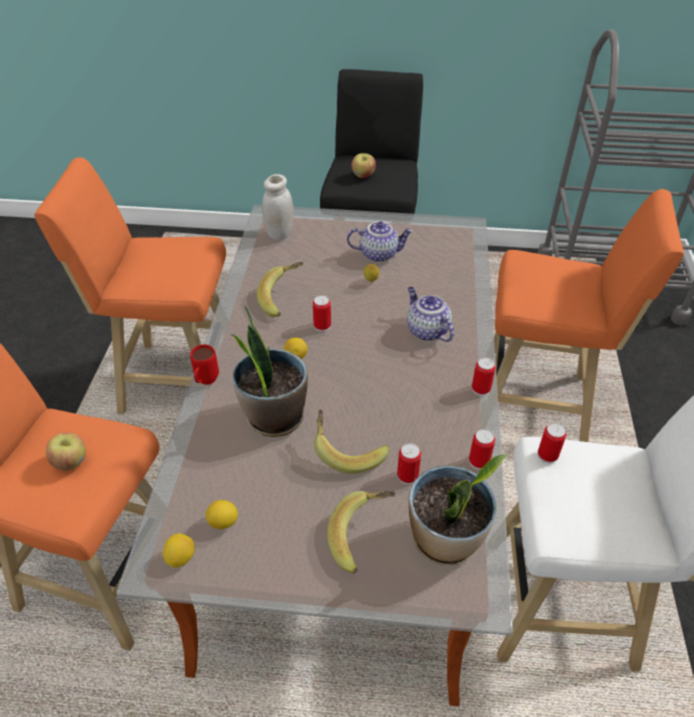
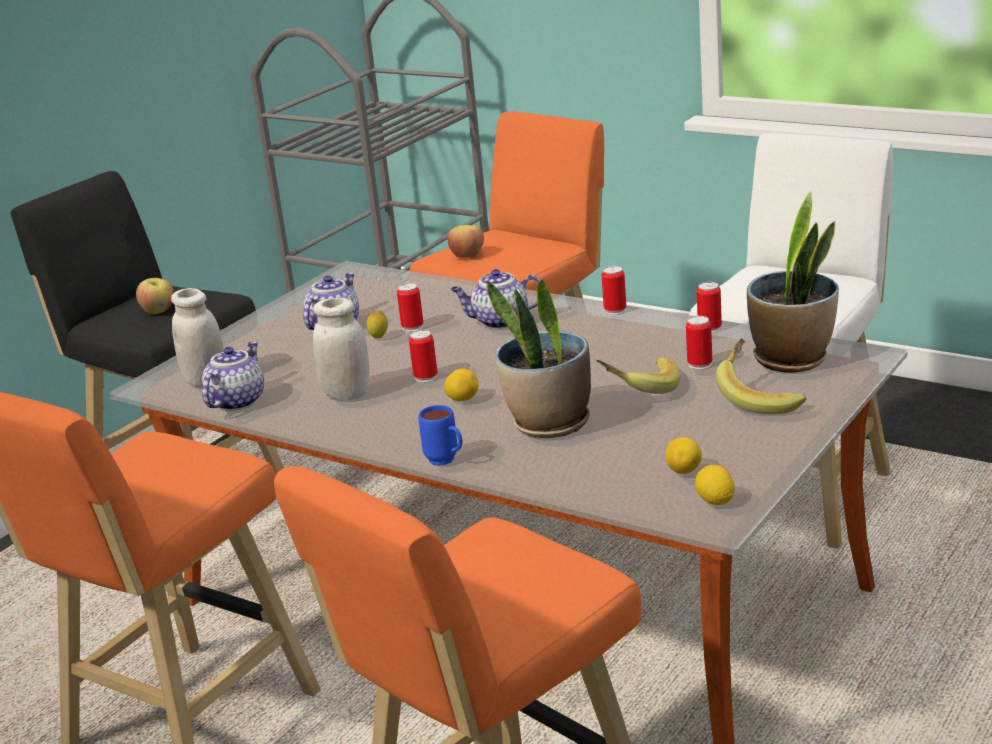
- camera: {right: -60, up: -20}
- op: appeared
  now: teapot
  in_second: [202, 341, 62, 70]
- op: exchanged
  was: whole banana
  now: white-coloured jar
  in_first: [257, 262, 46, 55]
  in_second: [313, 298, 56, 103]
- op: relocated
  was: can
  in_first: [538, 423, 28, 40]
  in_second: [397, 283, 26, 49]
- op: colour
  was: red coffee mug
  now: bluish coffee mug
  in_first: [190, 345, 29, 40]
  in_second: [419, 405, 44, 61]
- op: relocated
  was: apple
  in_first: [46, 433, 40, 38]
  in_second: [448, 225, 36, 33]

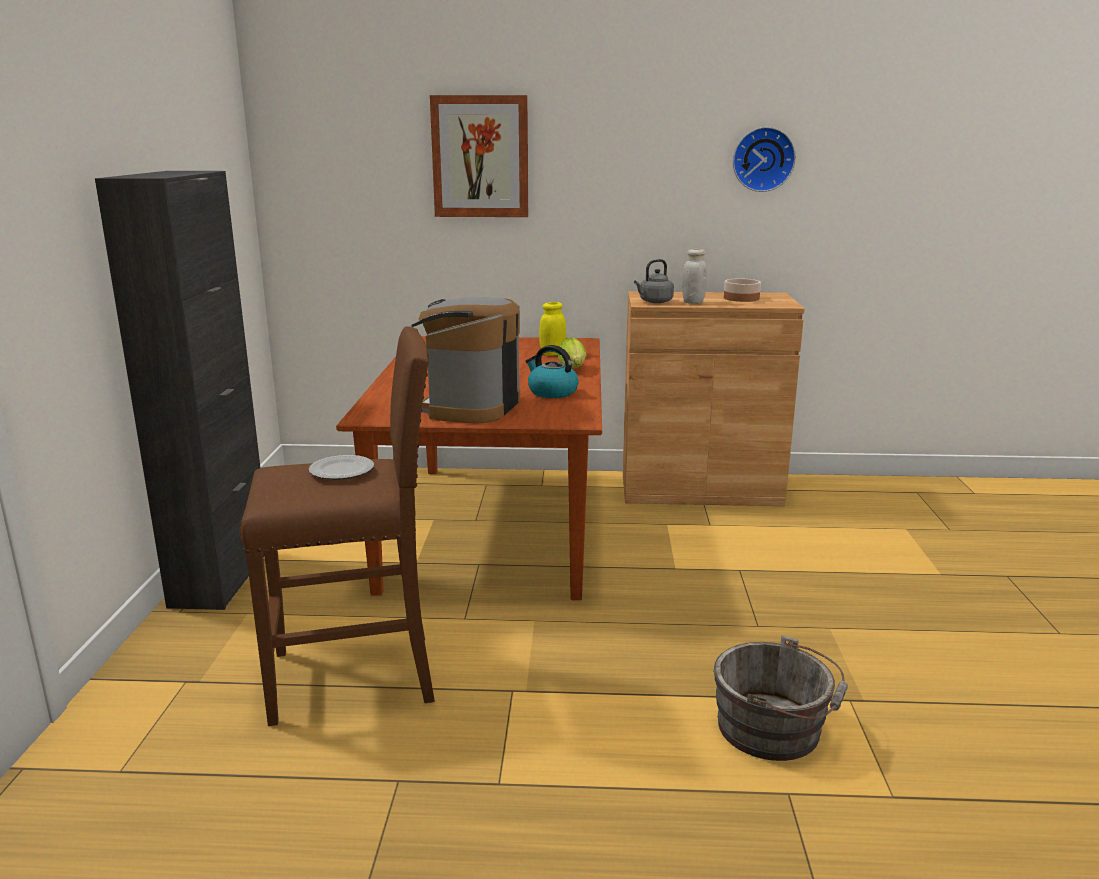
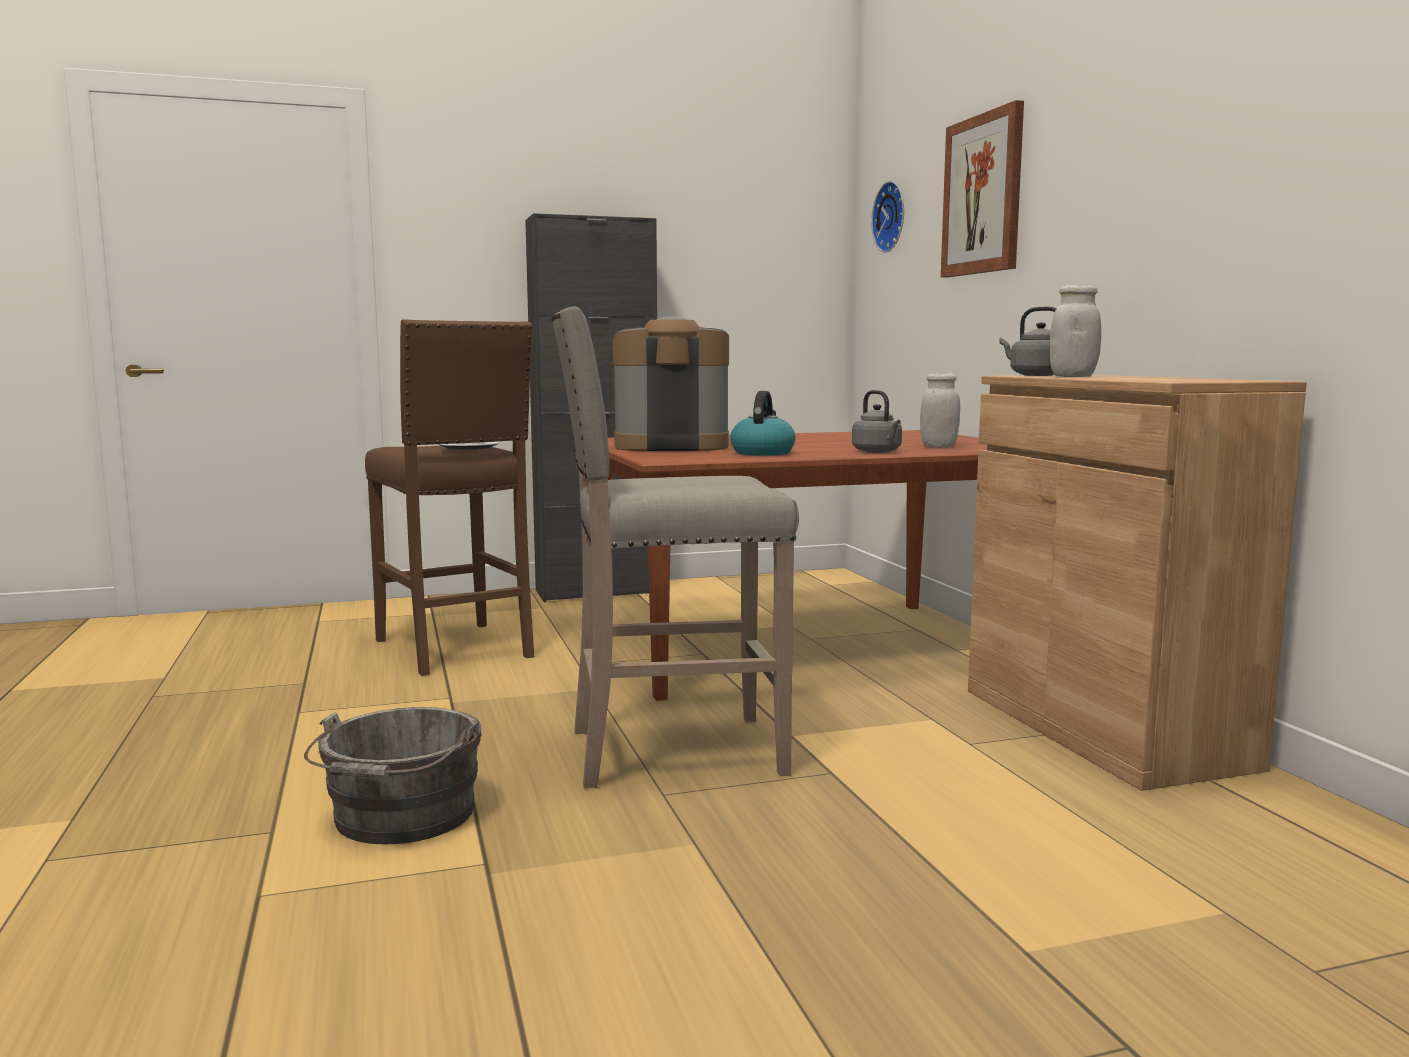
- camera: {right: 70, up: -10}
- op: appeared
  now: beige-coloured stool
  in_second: [551, 307, 248, 482]
- op: exchanged
  was: lettuce
  now: greyish water kettle
  in_first: [558, 337, 28, 32]
  in_second: [852, 390, 50, 63]
- op: relocated
  was: wall clock
  in_first: [733, 127, 63, 65]
  in_second: [871, 181, 33, 71]
- op: colour
  was: yellowish jar
  now: white-coloured jar
  in_first: [539, 302, 27, 54]
  in_second: [920, 374, 40, 74]
- op: missing
  was: serving bowl
  in_first: [724, 279, 37, 23]

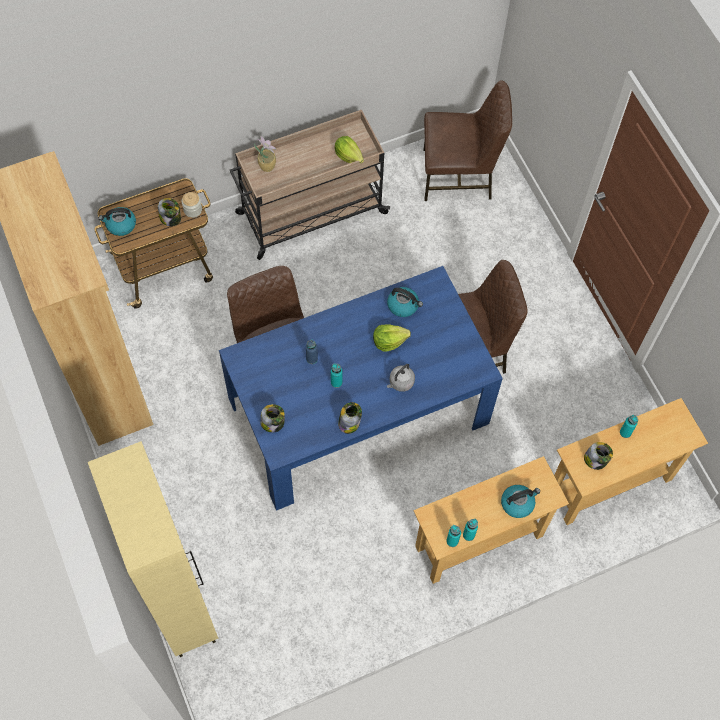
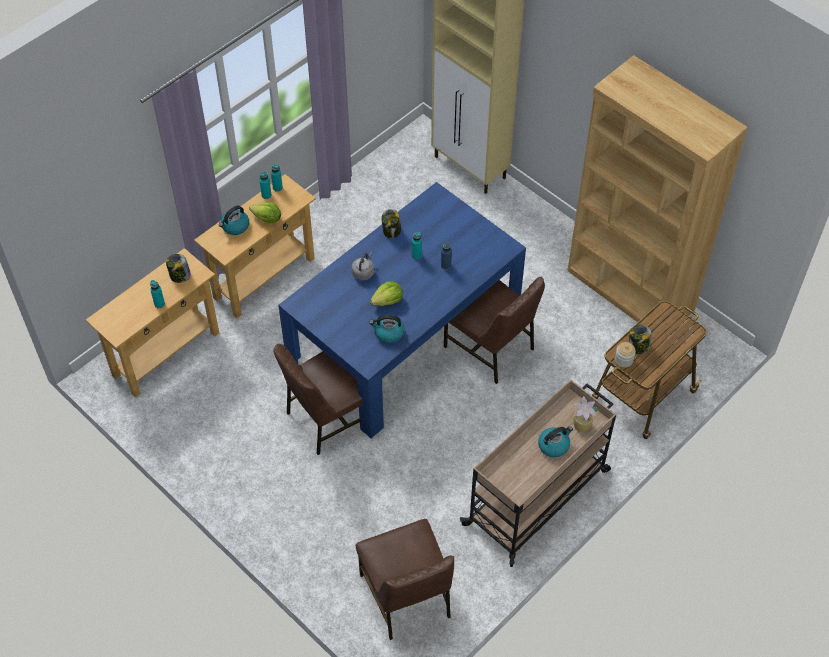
- camera: {right: 160, up: -10}
- op: relocated
  was: lettuce
  in_first: [335, 136, 29, 27]
  in_second: [249, 202, 32, 21]
- op: spun
  was: brownish plain chair
  in_first: [424, 80, 88, 121]
  in_second: [356, 519, 98, 121]
  clockwise: -90
- op: relocated
  was: water kettle
  in_first: [99, 207, 37, 29]
  in_second: [538, 426, 35, 31]
- op: missing
  was: jar
  in_first: [260, 404, 25, 29]

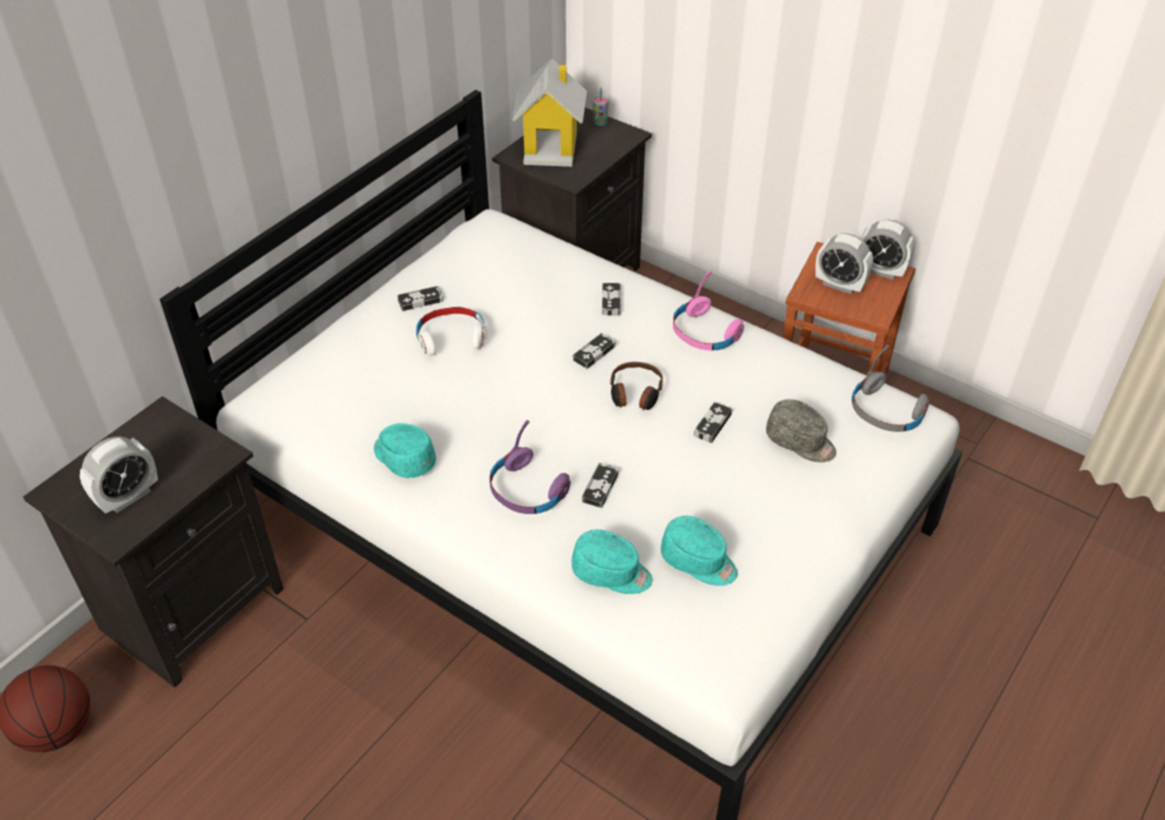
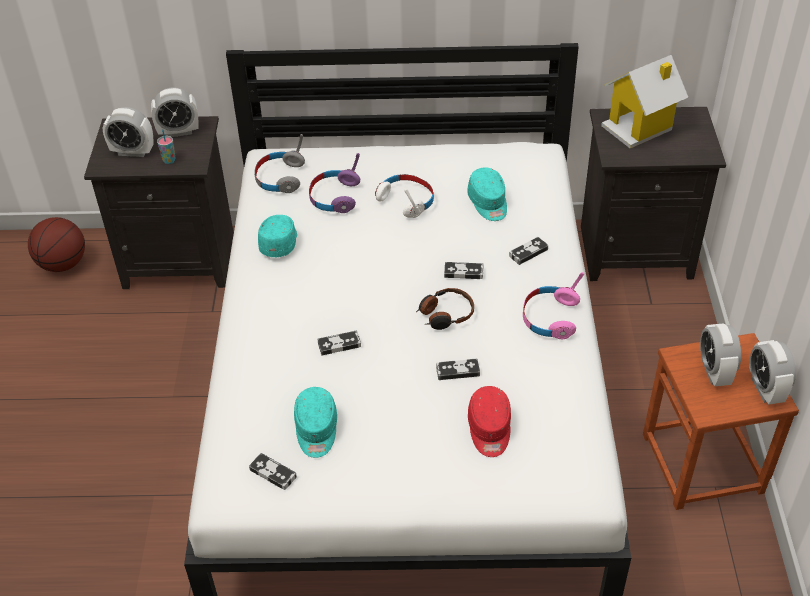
- camera: {right: 55, up: 0}
- op: appeared
  now: table clock
  in_second: [151, 88, 48, 49]
- op: relocated
  was: cup
  in_first: [593, 88, 16, 38]
  in_second: [157, 130, 19, 34]
- op: relocated
  was: joypad
  in_first: [397, 286, 46, 25]
  in_second: [249, 453, 48, 37]
- op: relocated
  was: greyish headphones
  in_first: [852, 345, 78, 87]
  in_second: [254, 134, 51, 59]
- op: relocated
  was: purplish headphones
  in_first: [490, 420, 81, 94]
  in_second: [309, 153, 51, 60]
- op: relocated
  was: turquoise cap
  in_first: [572, 530, 80, 64]
  in_second: [467, 167, 40, 54]
- op: colour
  was: greyish cap
  now: red cap
  in_first: [766, 399, 70, 63]
  in_second: [468, 386, 43, 71]

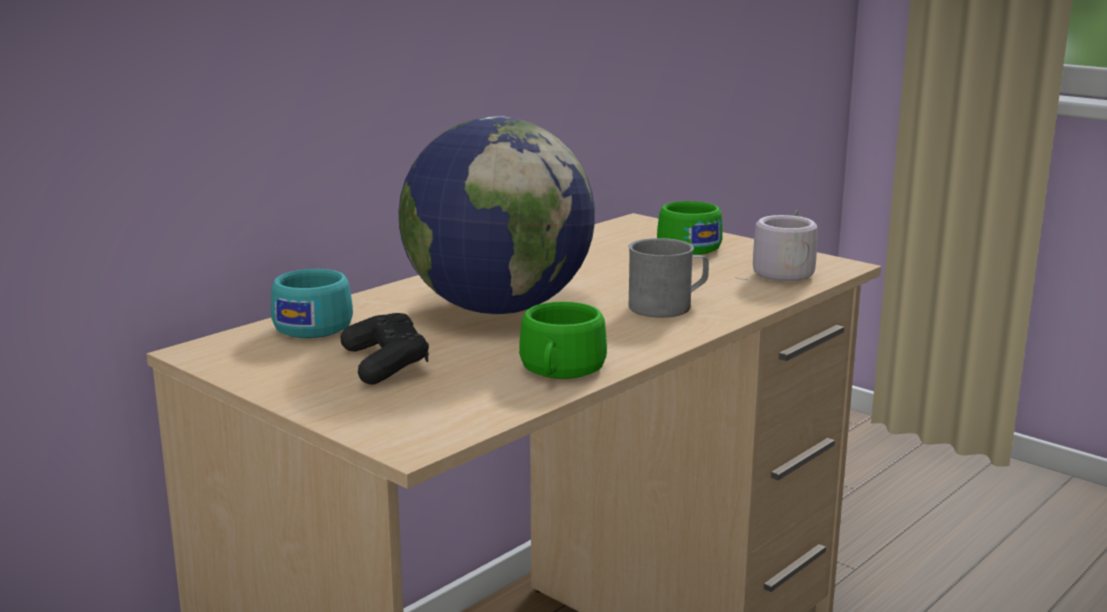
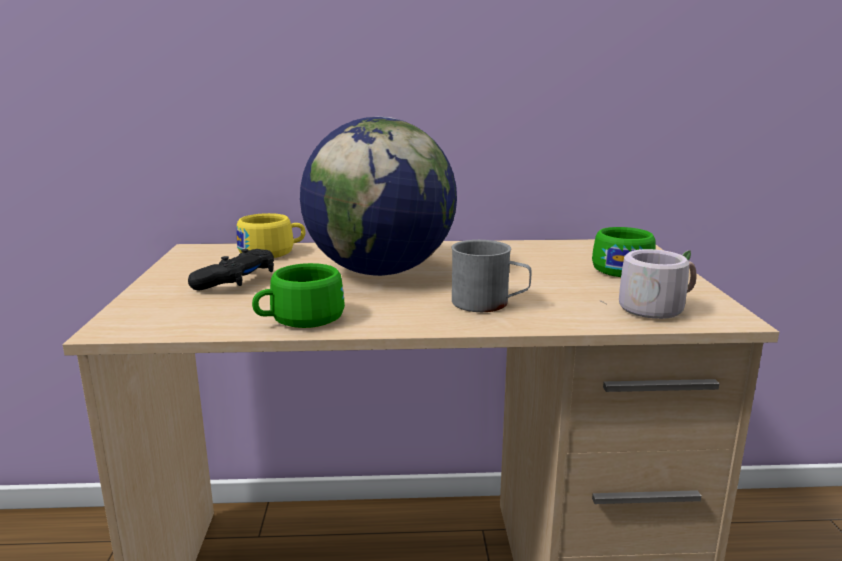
- camera: {right: 45, up: 0}
- op: colour
  was: turquoise cup
  now: yellowish cup
  in_first: [271, 269, 82, 69]
  in_second: [237, 213, 69, 45]

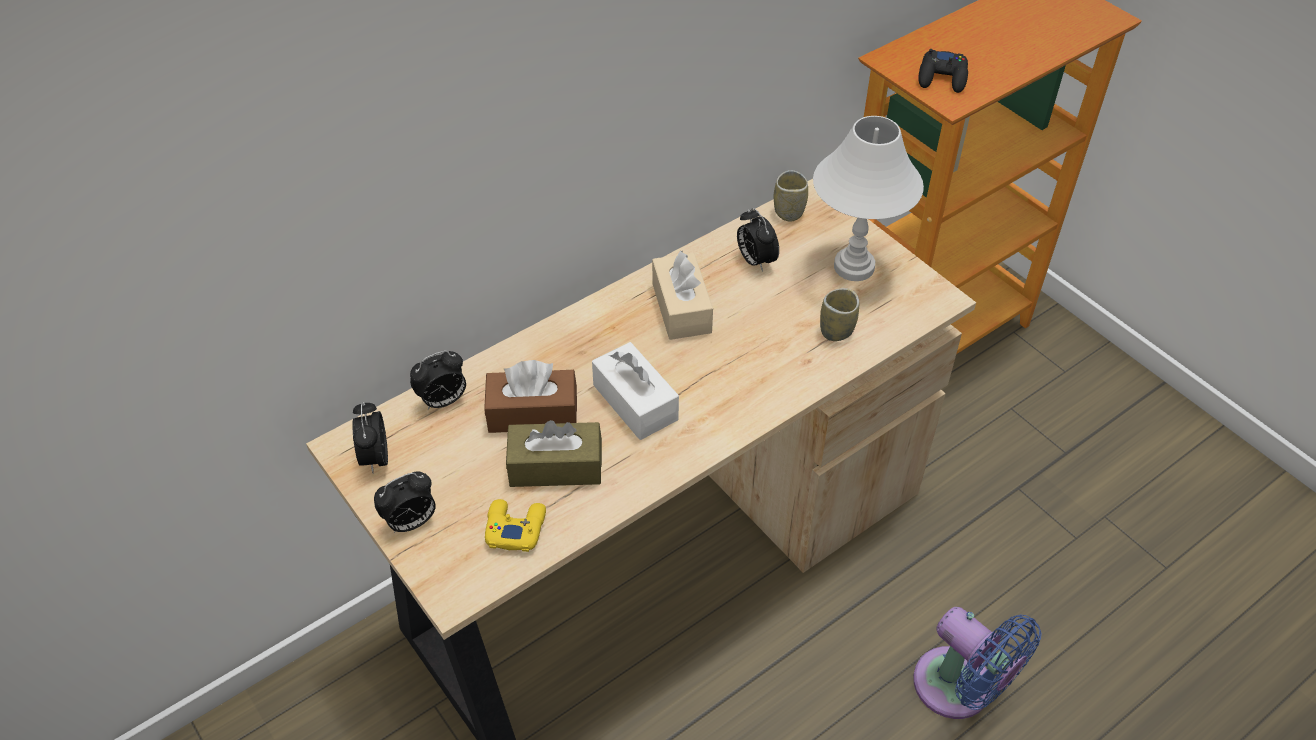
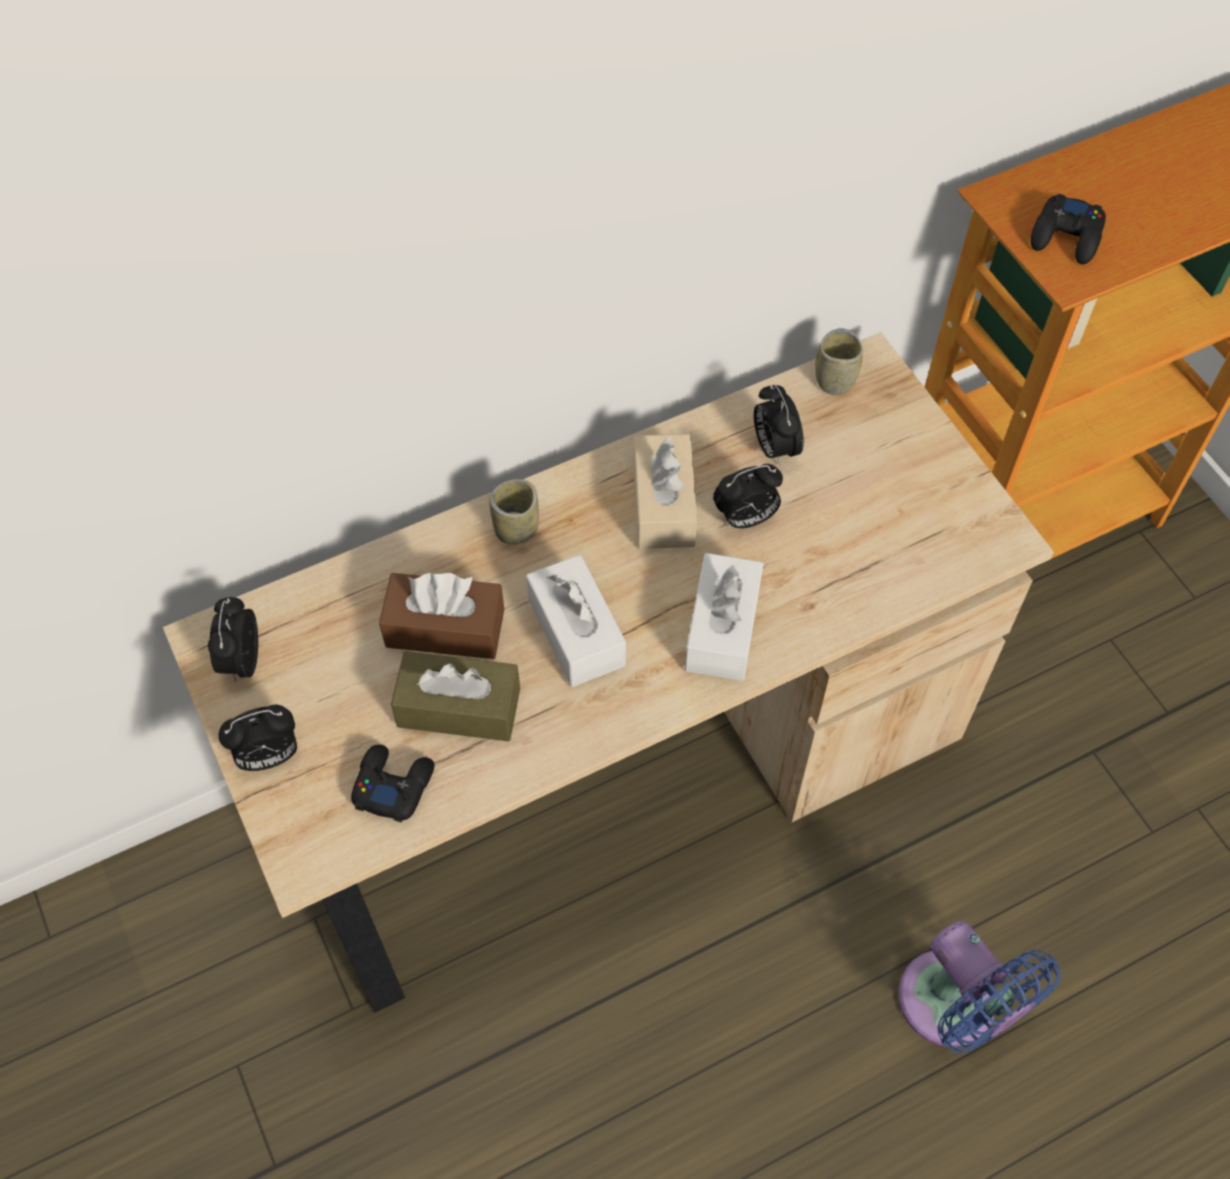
- camera: {right: 10, up: 10}
- op: colour
  was: yellowish joypad
  now: black-coloured joypad
  in_first: [485, 499, 61, 53]
  in_second: [351, 745, 83, 77]
- op: relocated
  was: cup
  in_first: [820, 288, 39, 53]
  in_second: [489, 479, 50, 65]
- op: appeared
  now: white-coloured tissue holder
  in_second: [685, 553, 78, 128]
- op: relocated
  was: table clock
  in_first: [410, 351, 56, 58]
  in_second: [713, 464, 70, 65]
- op: missing
  was: white-coloured table lamp
  in_first: [813, 116, 111, 165]

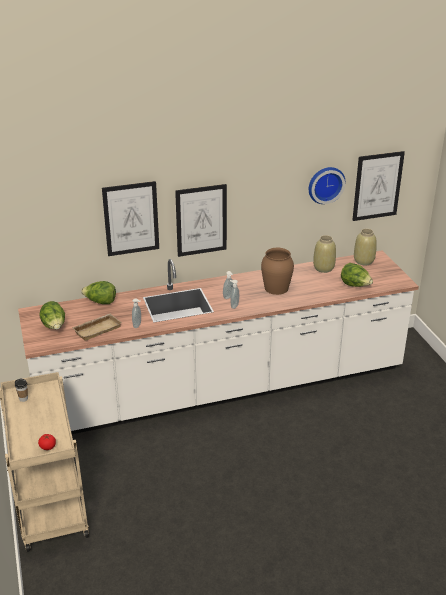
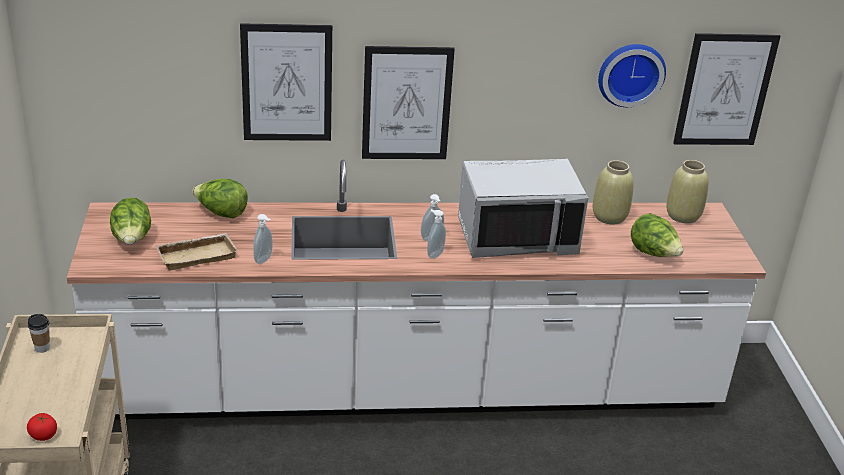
- camera: {right: 10, up: 0}
- op: exchanged
  was: brownish flower vase
  now: greyish microwave oven
  in_first: [261, 248, 33, 47]
  in_second: [458, 159, 130, 99]

